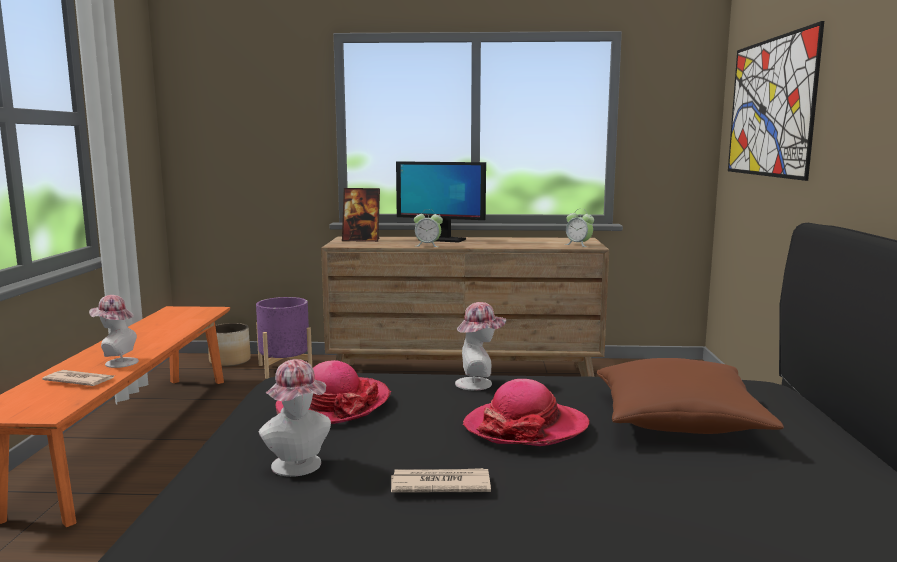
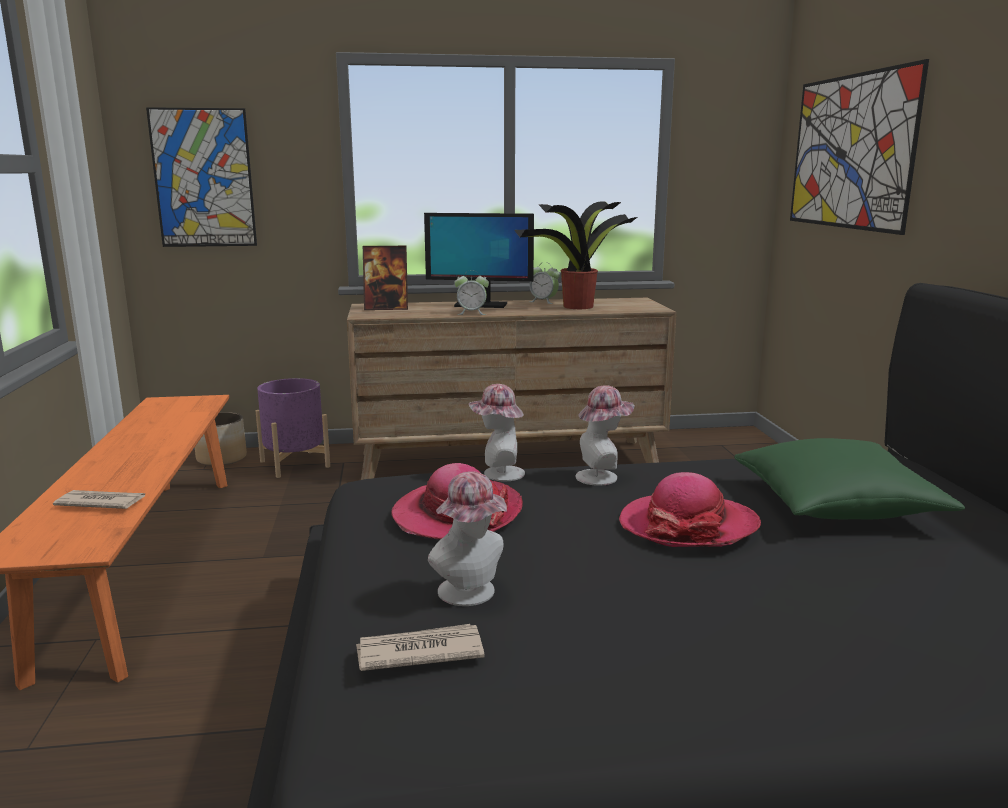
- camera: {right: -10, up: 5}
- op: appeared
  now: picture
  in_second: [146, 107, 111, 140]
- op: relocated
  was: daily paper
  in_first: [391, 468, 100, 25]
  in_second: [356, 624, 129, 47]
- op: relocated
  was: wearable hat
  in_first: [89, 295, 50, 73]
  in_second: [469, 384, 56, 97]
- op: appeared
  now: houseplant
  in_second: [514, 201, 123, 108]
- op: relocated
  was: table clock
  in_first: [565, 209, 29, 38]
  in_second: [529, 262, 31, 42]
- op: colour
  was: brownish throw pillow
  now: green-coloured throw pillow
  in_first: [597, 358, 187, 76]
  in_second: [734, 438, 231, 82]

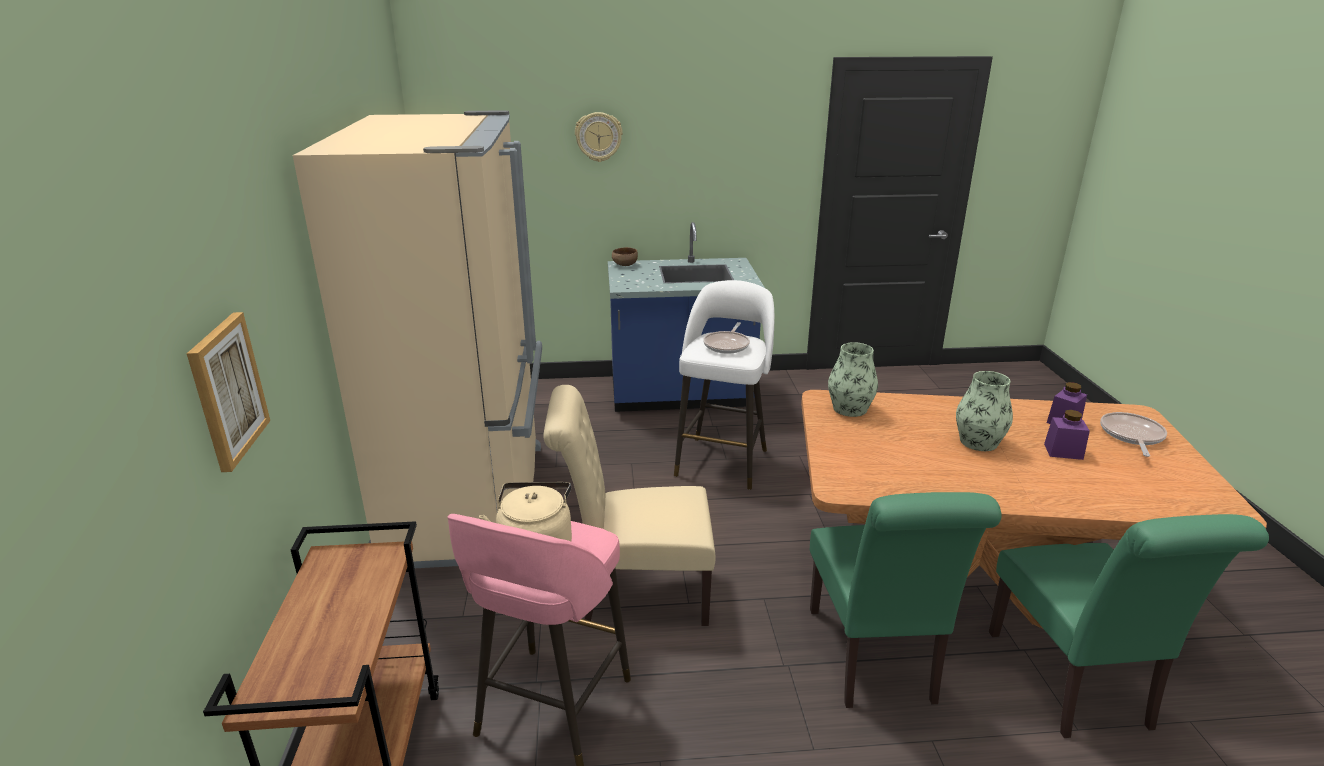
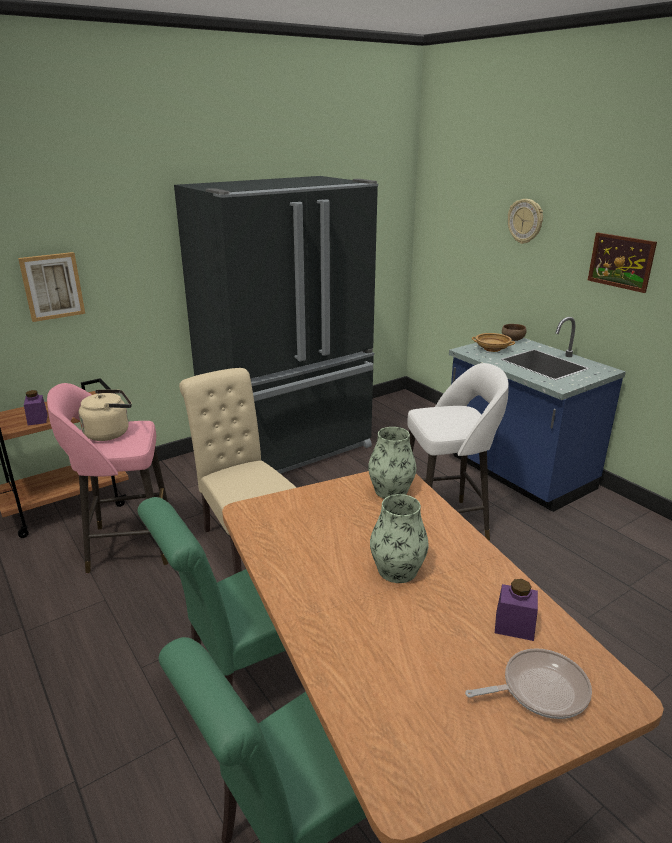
- camera: {right: 60, up: 0}
- op: relocated
  was: purplish jar
  in_first: [1044, 410, 46, 50]
  in_second: [24, 390, 24, 35]
- op: colour
  was: beige-coloured kitchen fridge
  now: black-coloured kitchen fridge
  in_first: [293, 110, 249, 458]
  in_second: [174, 176, 204, 298]
- op: appeared
  now: beige-coloured serving bowl
  in_second: [472, 333, 43, 19]
- op: appeared
  now: picture
  in_second: [588, 232, 69, 61]
- op: missing
  was: pan
  in_first: [703, 322, 47, 32]

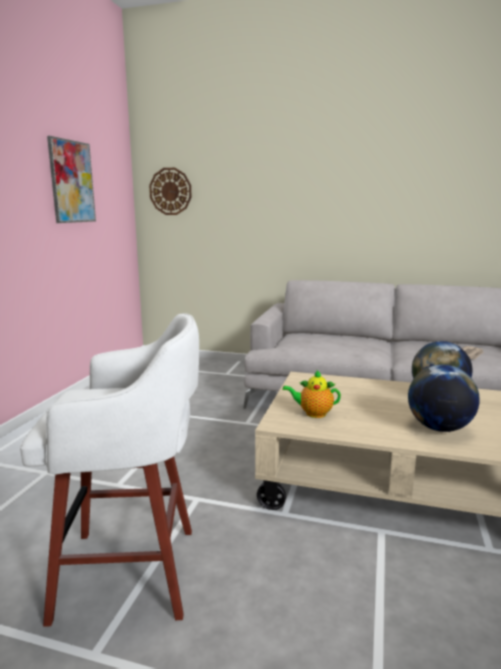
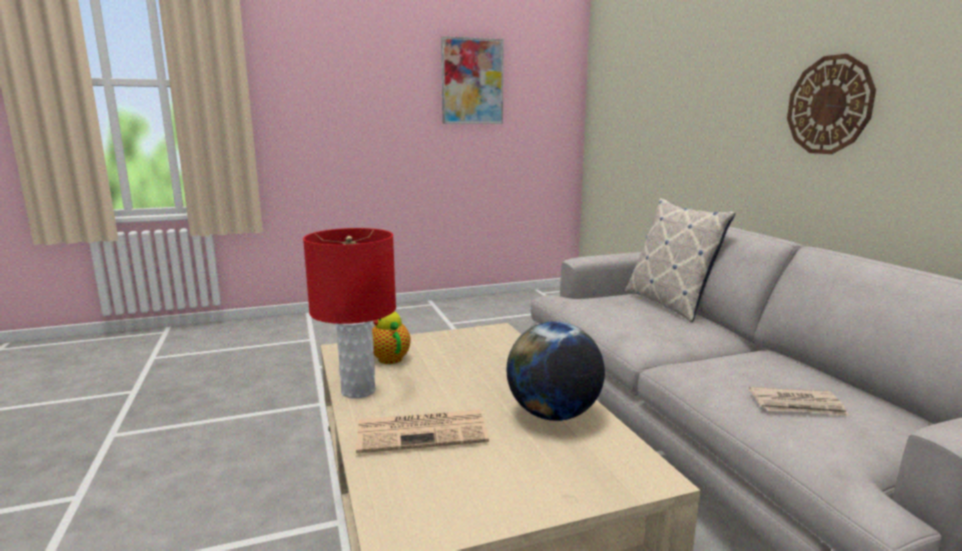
- camera: {right: 55, up: 0}
- op: appeared
  now: red table lamp
  in_second: [303, 228, 93, 171]
- op: exchanged
  was: globe
  now: daily paper
  in_first: [408, 365, 72, 67]
  in_second: [356, 410, 133, 43]
- op: appeared
  now: throw pillow
  in_second: [625, 198, 110, 125]
- op: relocated
  was: wall clock
  in_first: [149, 168, 43, 47]
  in_second: [787, 54, 89, 100]
- op: missing
  was: white-coloured stool
  in_first: [20, 313, 179, 314]

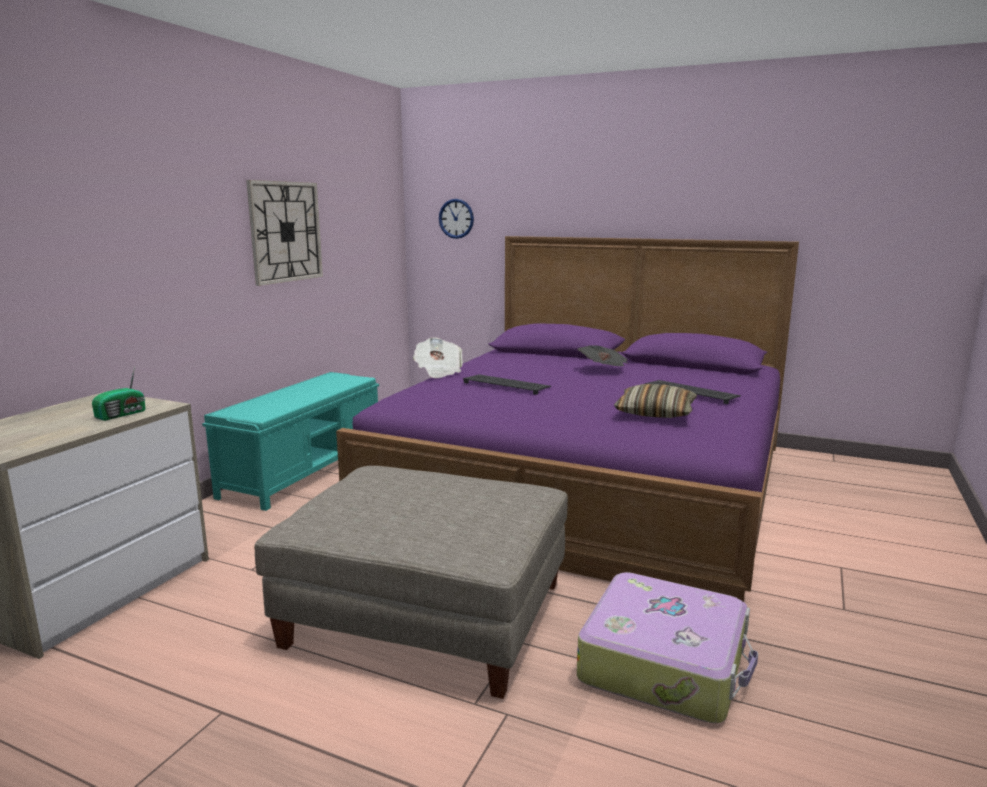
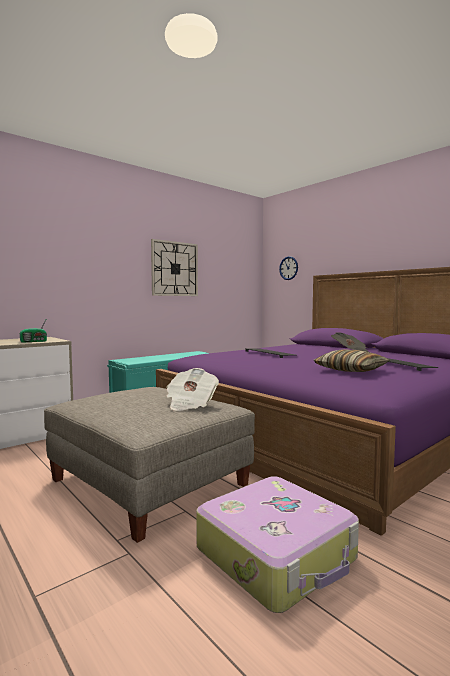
- camera: {right: 25, up: -10}
- op: relocated
  was: daily paper
  in_first: [413, 338, 50, 40]
  in_second: [166, 368, 53, 43]

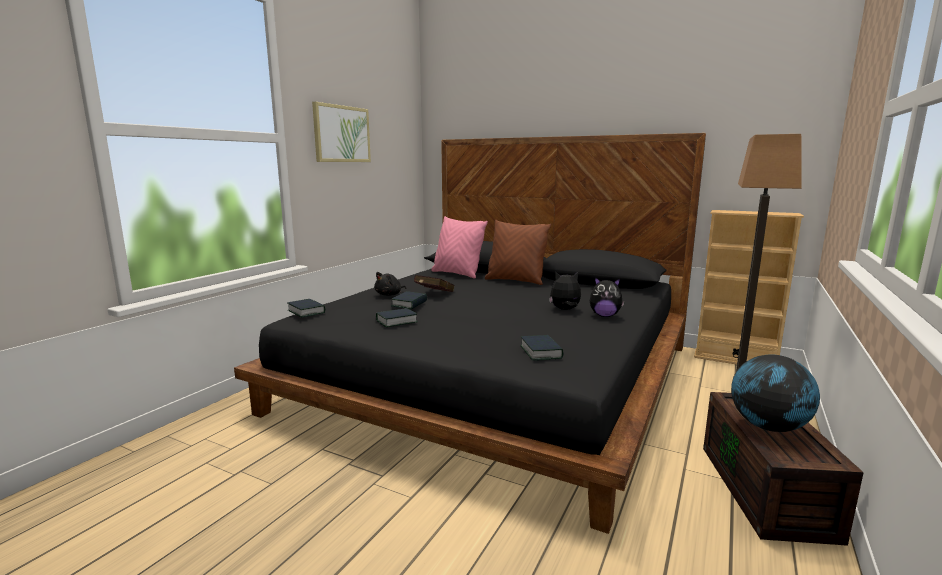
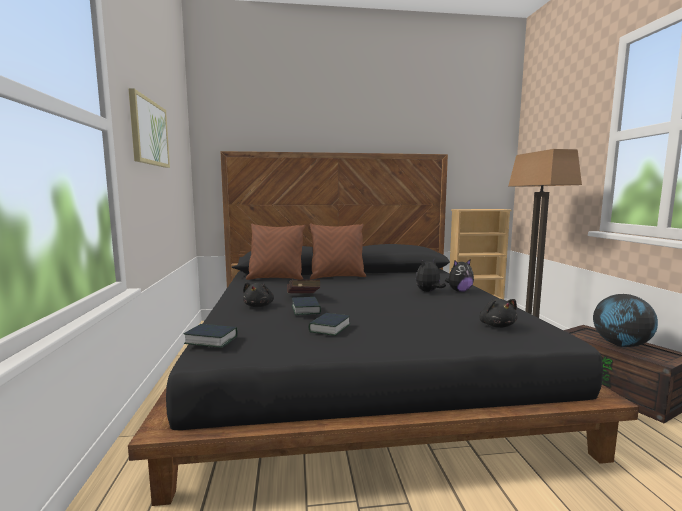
- camera: {right: -35, up: -5}
- op: colour
  was: pink throw pillow
  now: brownish throw pillow
  in_first: [431, 216, 57, 62]
  in_second: [246, 223, 59, 57]
- op: exchanged
  was: volume
  now: black-coloured cuddly toy
  in_first: [520, 335, 43, 26]
  in_second: [479, 299, 39, 29]

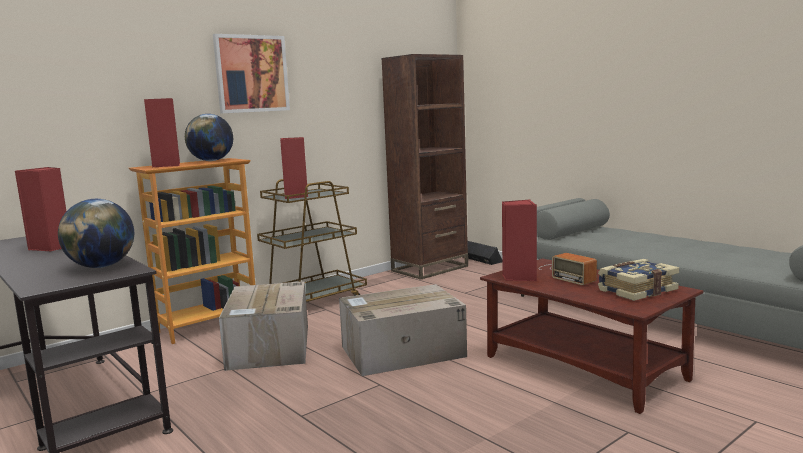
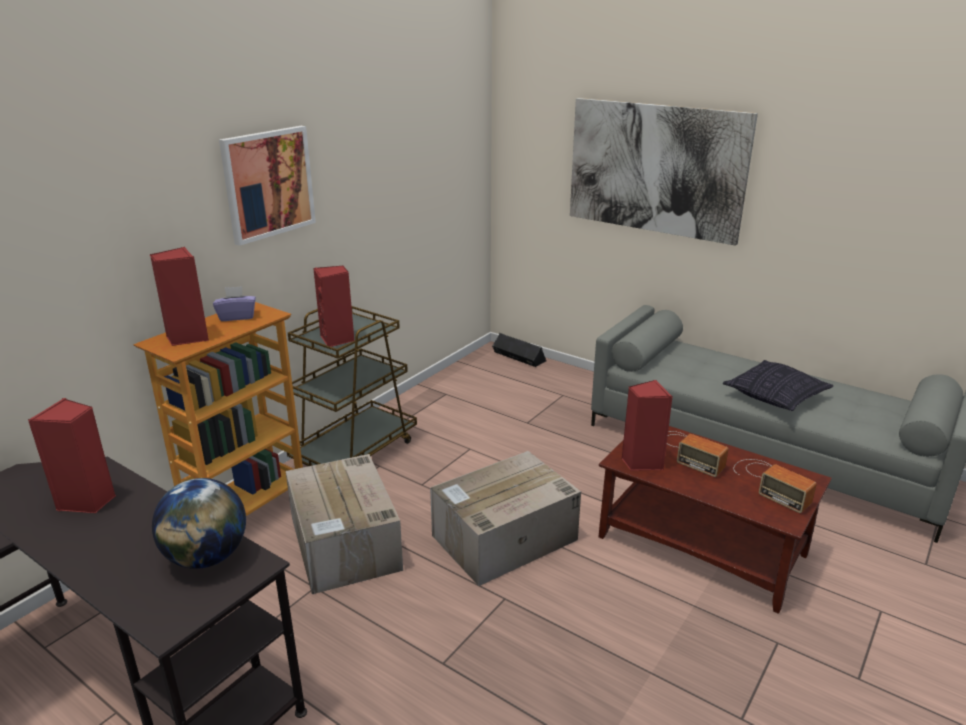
- camera: {right: -15, up: 15}
- op: exchanged
  was: globe
  now: purplish tissue holder
  in_first: [185, 114, 48, 47]
  in_second: [213, 286, 43, 35]
- op: appeared
  now: picture
  in_second: [570, 98, 188, 148]
- op: appeared
  now: throw pillow
  in_second: [723, 360, 110, 51]
- op: exchanged
  was: volume
  now: radio set
  in_first: [598, 259, 81, 42]
  in_second: [733, 459, 84, 54]
- op: missing
  was: brownish bookcase
  in_first: [381, 54, 87, 226]

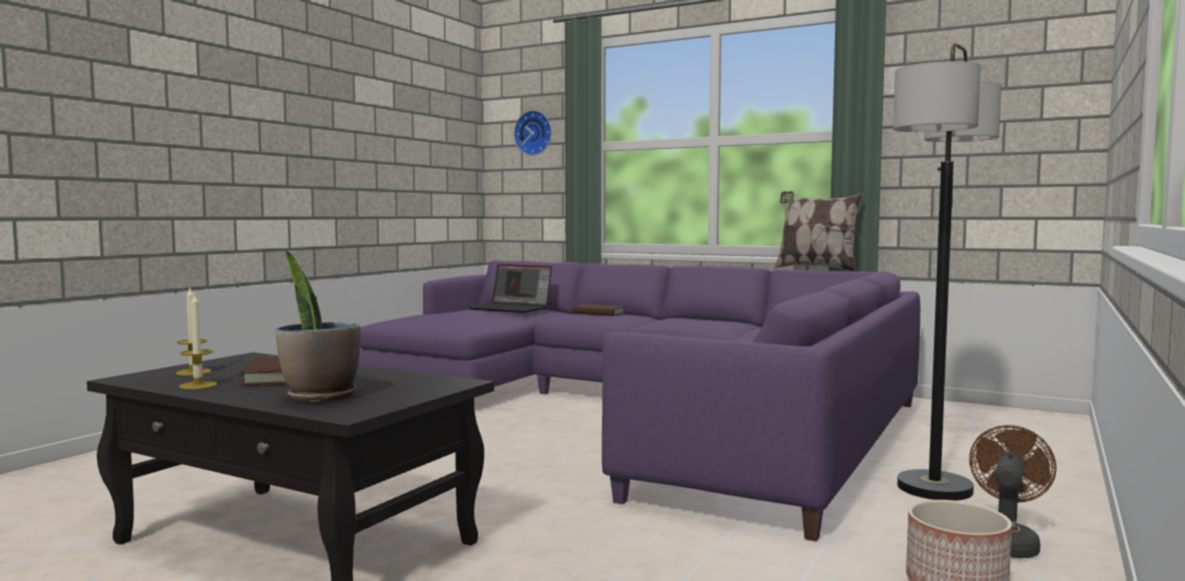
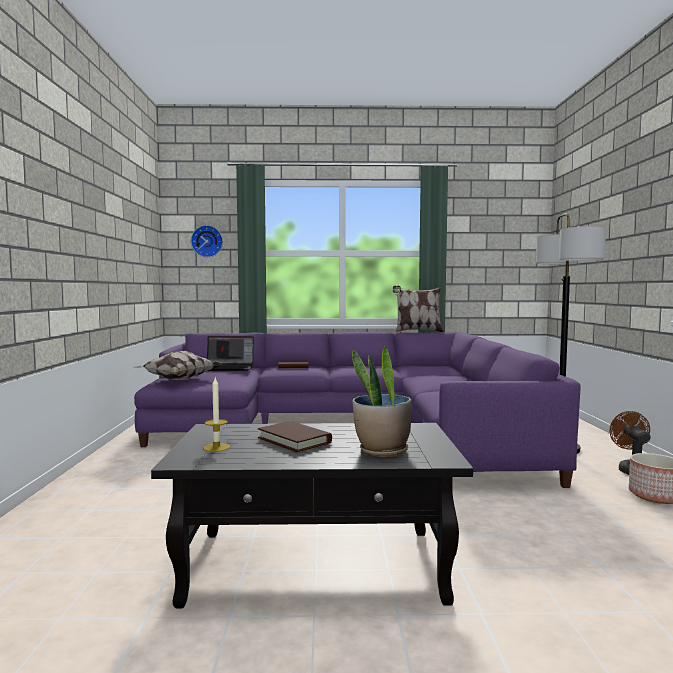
- camera: {right: -30, up: 0}
- op: appeared
  now: throw pillow
  in_second: [135, 351, 86, 29]
- op: missing
  was: wax candle
  in_first: [179, 294, 38, 95]

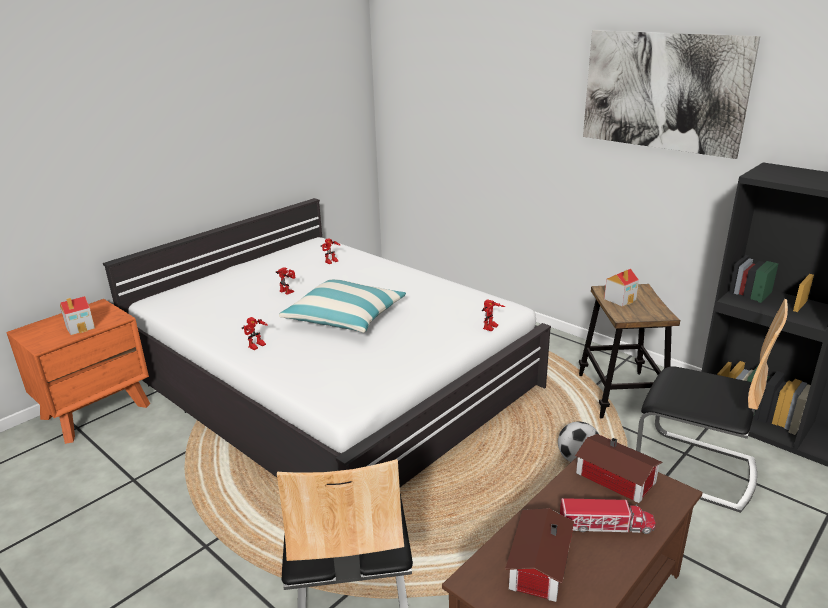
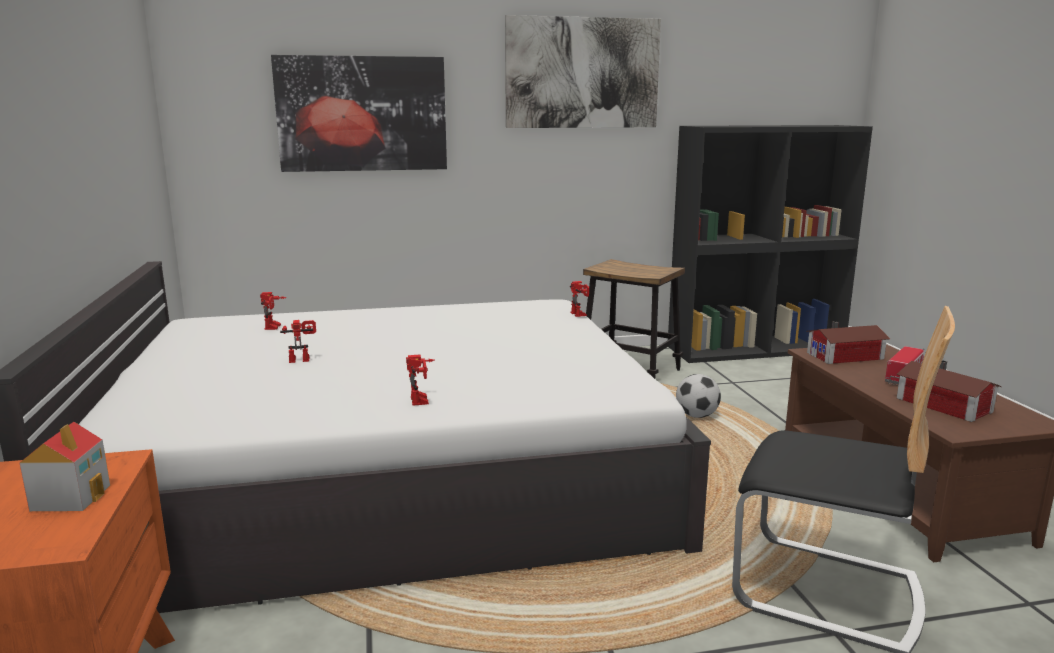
- camera: {right: -55, up: -10}
- op: appeared
  now: picture
  in_second: [271, 55, 176, 117]
- op: missing
  was: throw pillow
  in_first: [279, 279, 127, 54]
- op: missing
  was: toy house
  in_first: [604, 269, 35, 38]
- op: missing
  was: plain chair
  in_first: [636, 299, 152, 214]

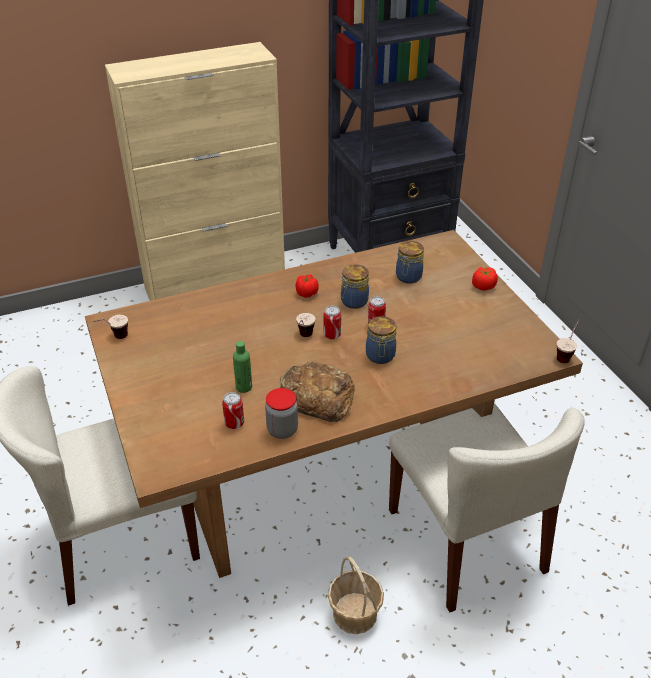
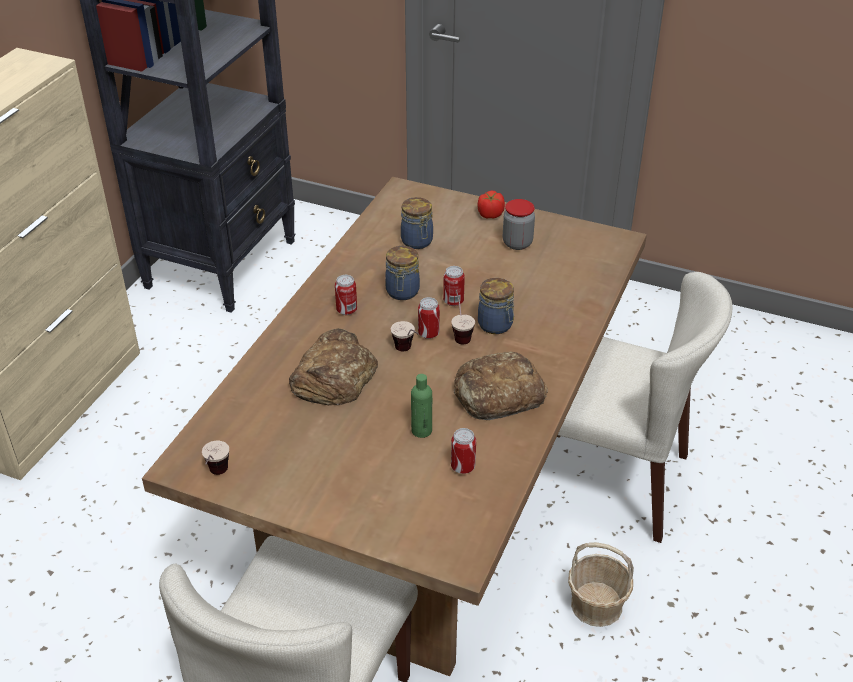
- camera: {right: -45, up: 0}
- op: appeared
  now: baked bread
  in_second: [289, 328, 89, 77]
- op: exchanged
  was: whole tomato
  now: can
  in_first: [295, 274, 24, 24]
  in_second: [335, 275, 22, 40]
- op: relocated
  was: cup
  in_first: [557, 320, 22, 43]
  in_second: [451, 290, 24, 54]
- op: relocated
  was: jar
  in_first: [265, 388, 33, 51]
  in_second: [503, 199, 32, 51]

